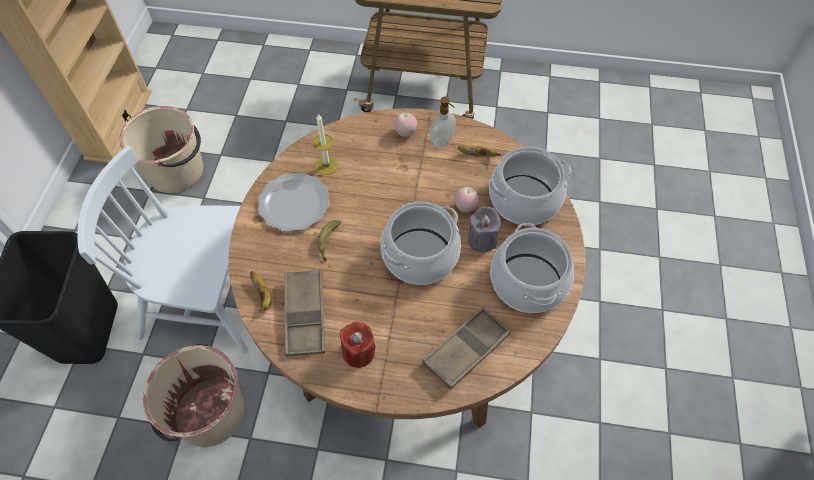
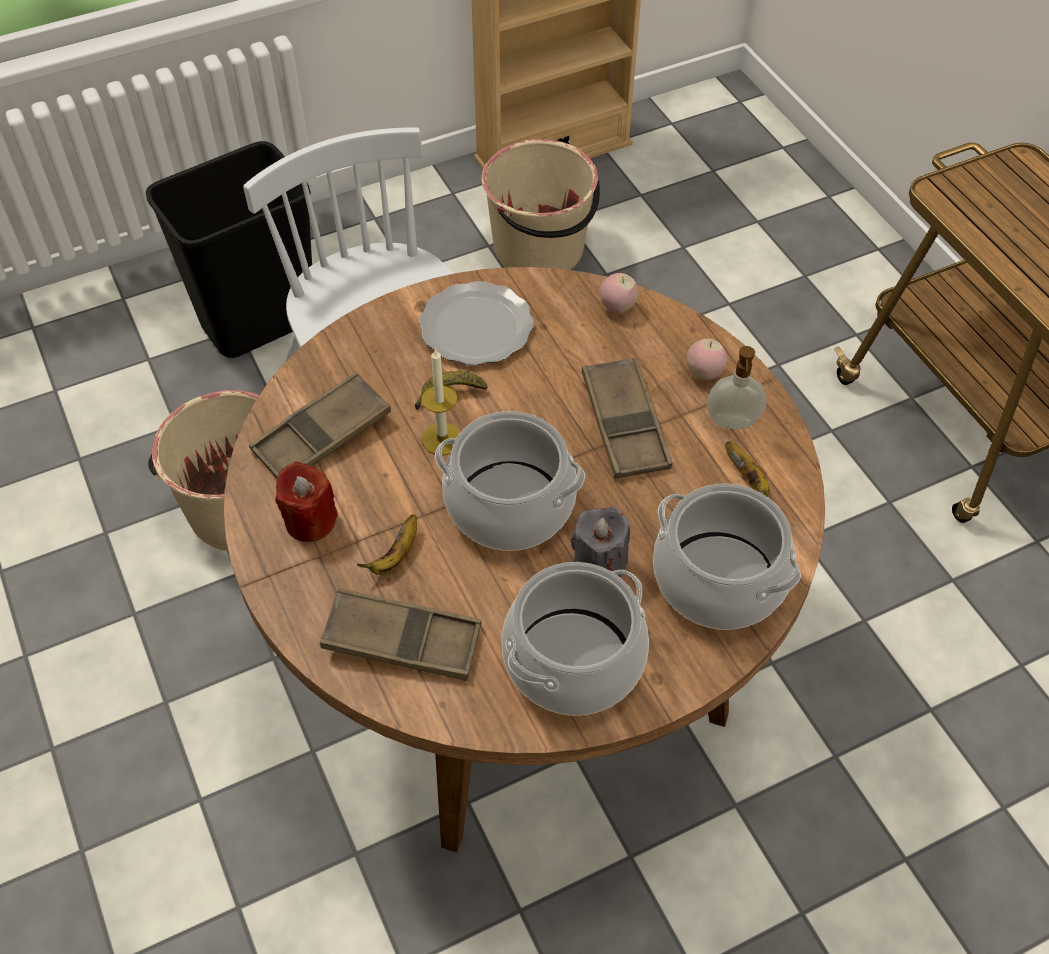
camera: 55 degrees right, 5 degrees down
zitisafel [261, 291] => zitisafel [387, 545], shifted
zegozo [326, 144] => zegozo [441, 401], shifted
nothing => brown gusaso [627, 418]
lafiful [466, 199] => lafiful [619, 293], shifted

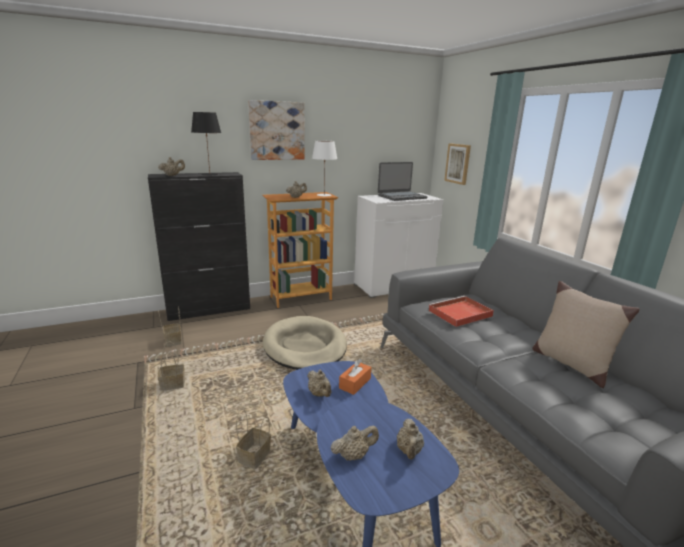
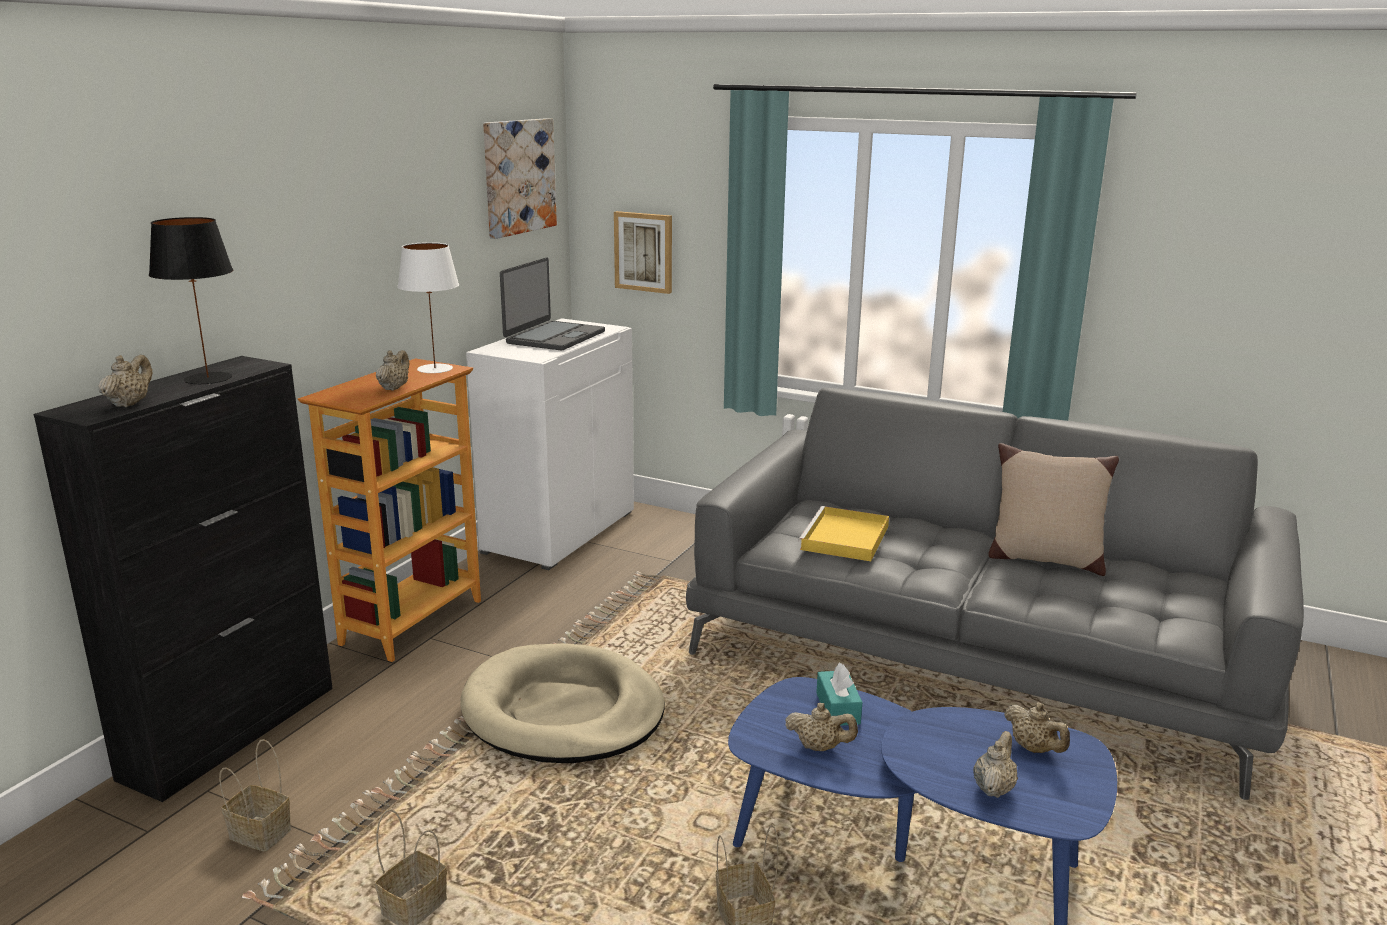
camera: 40 degrees left, 0 degrees up
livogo [276, 130] => livogo [520, 178], shifted
red gusaso [461, 311] => yellow gusaso [843, 533]
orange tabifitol [355, 377] => turquoise tabifitol [839, 694]

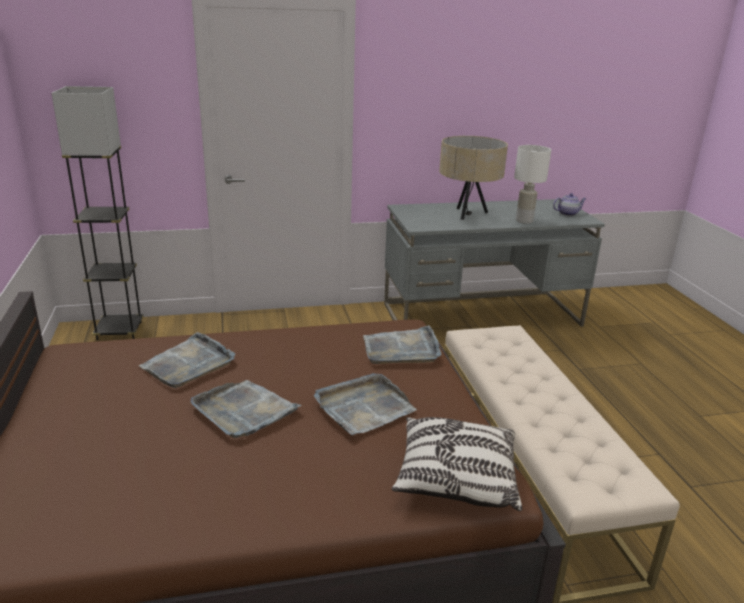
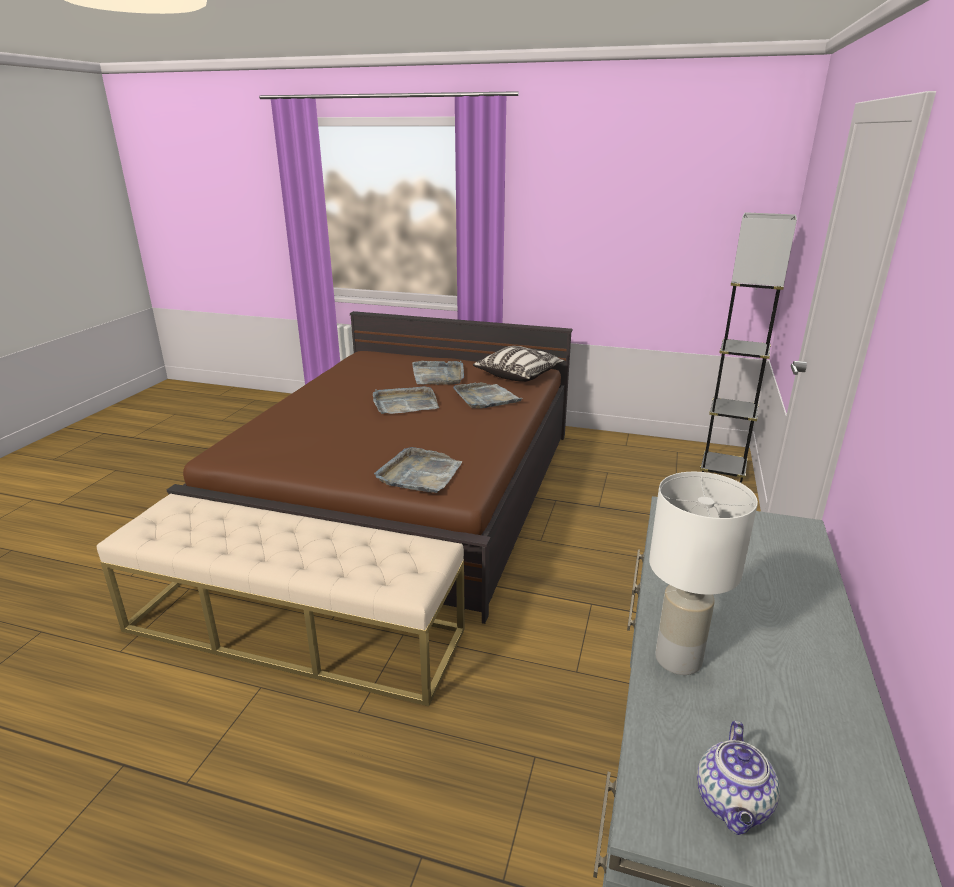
camera: 120 degrees right, 0 degrees up
grey gusaso [365, 404] => grey gusaso [438, 373], shifted
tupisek [457, 464] => tupisek [518, 364], shifted
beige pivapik [473, 178] => nothing

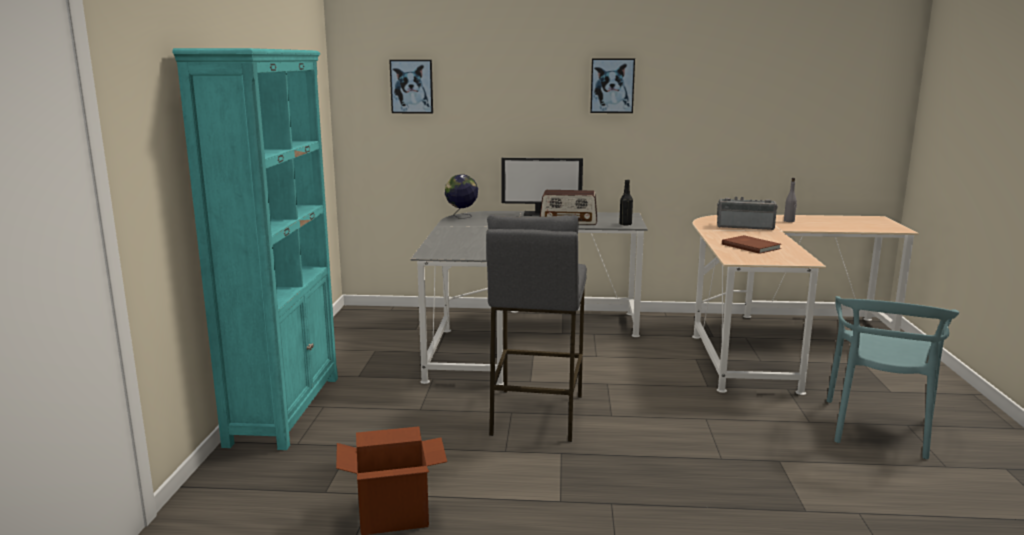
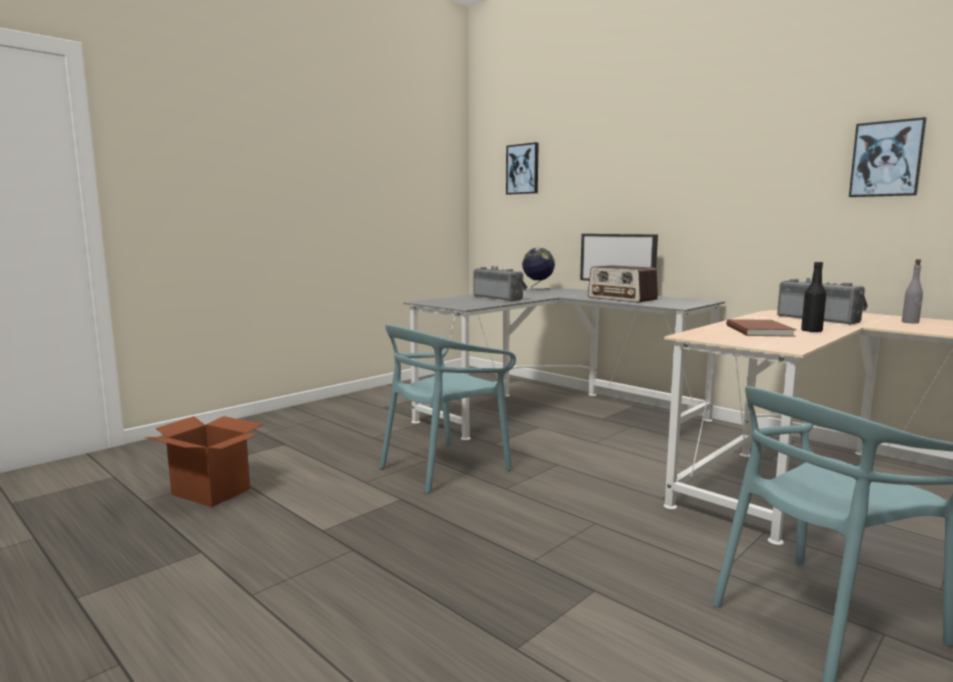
camera: 40 degrees right, 5 degrees down
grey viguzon [536, 328] => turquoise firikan [448, 408]
nothing => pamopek [500, 283]
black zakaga [626, 202] => black zakaga [813, 297], shifted
livogo [612, 85] => livogo [888, 157], shifted
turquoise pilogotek [255, 249] => nothing

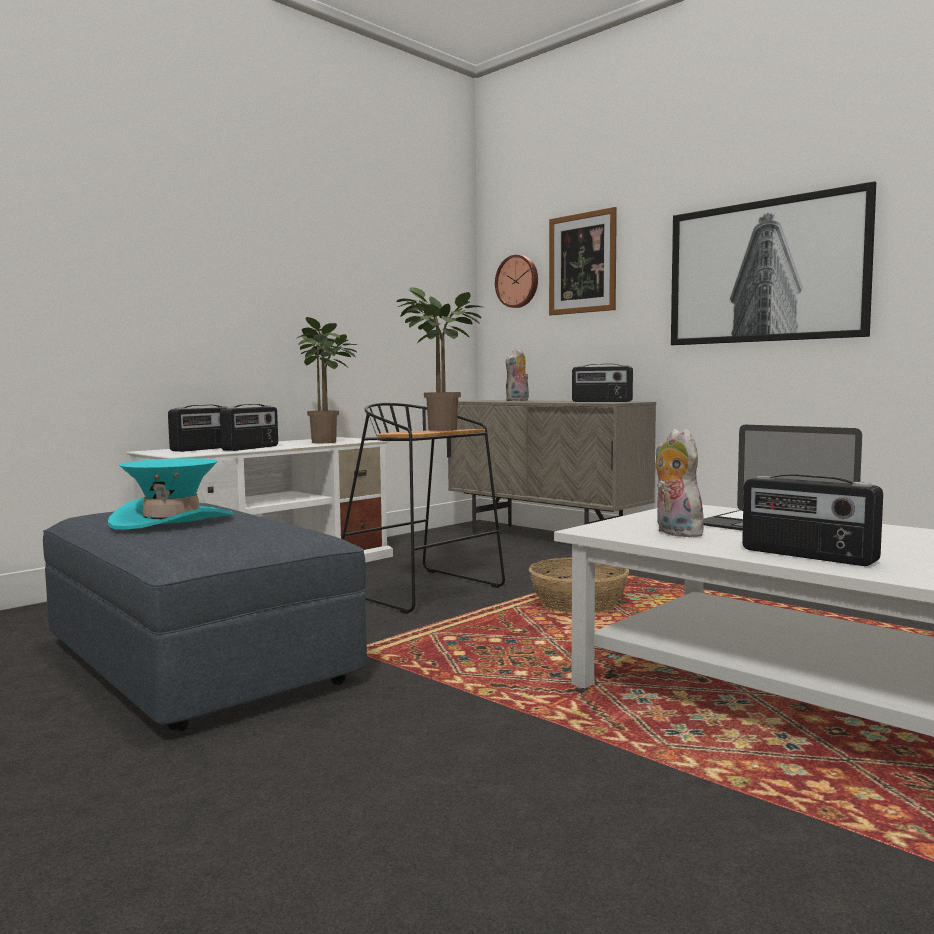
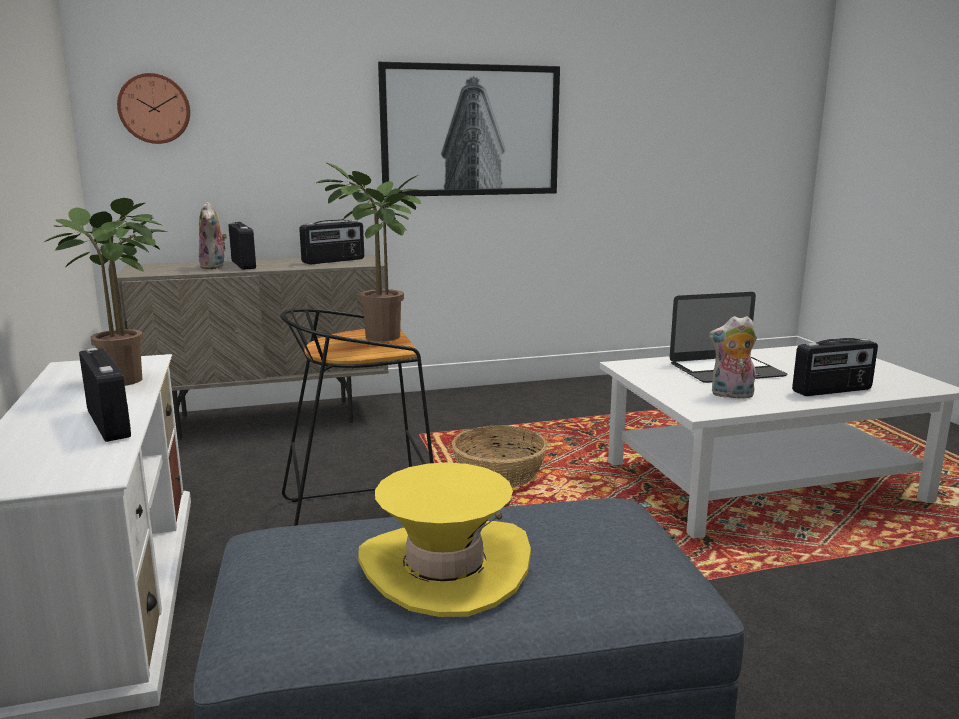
camera: 60 degrees left, 10 degrees up
pamopek [198, 428] => pamopek [242, 246], shifted
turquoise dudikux [170, 493] => yellow dudikux [444, 539]
livogo [583, 261] => nothing

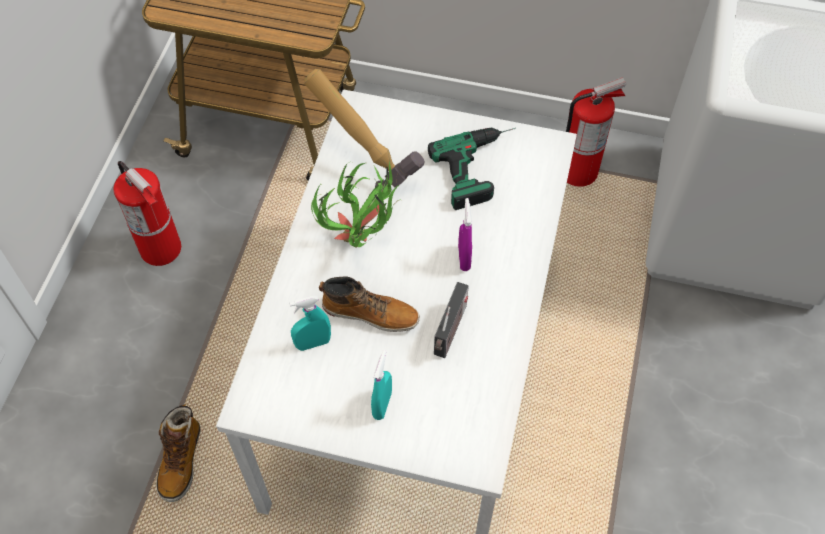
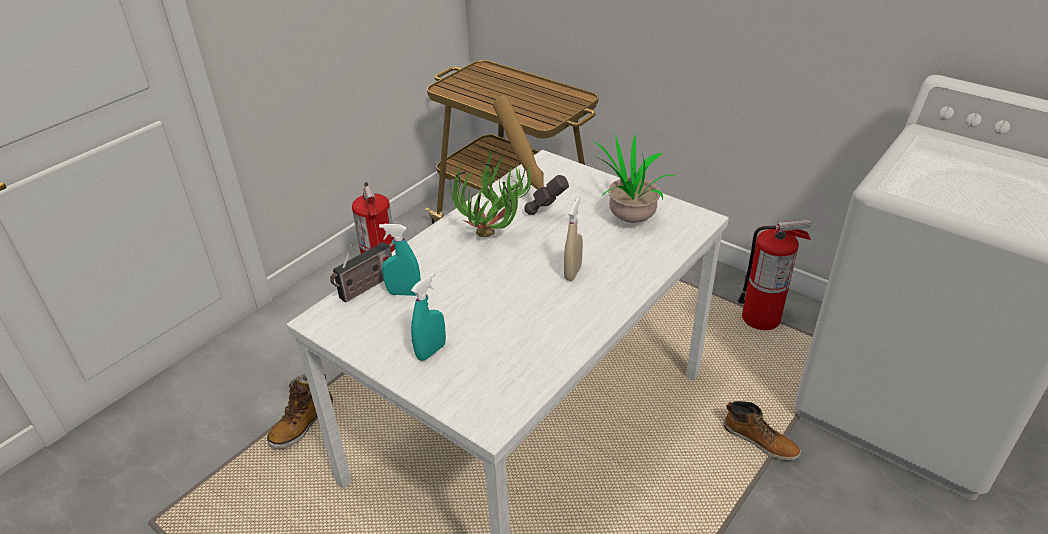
camera: 25 degrees right, 20 degrees down
pamopek [451, 320] => pamopek [361, 272], shifted
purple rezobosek [465, 234] => beige rezobosek [573, 239]
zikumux [472, 169] => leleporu [634, 178]
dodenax [369, 304] => dodenax [762, 431], shifted

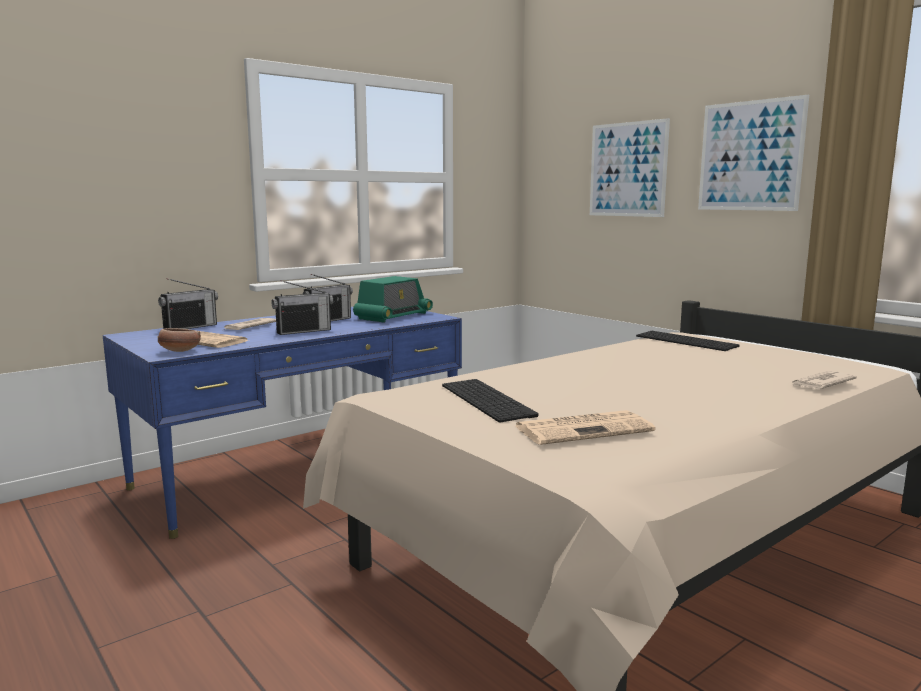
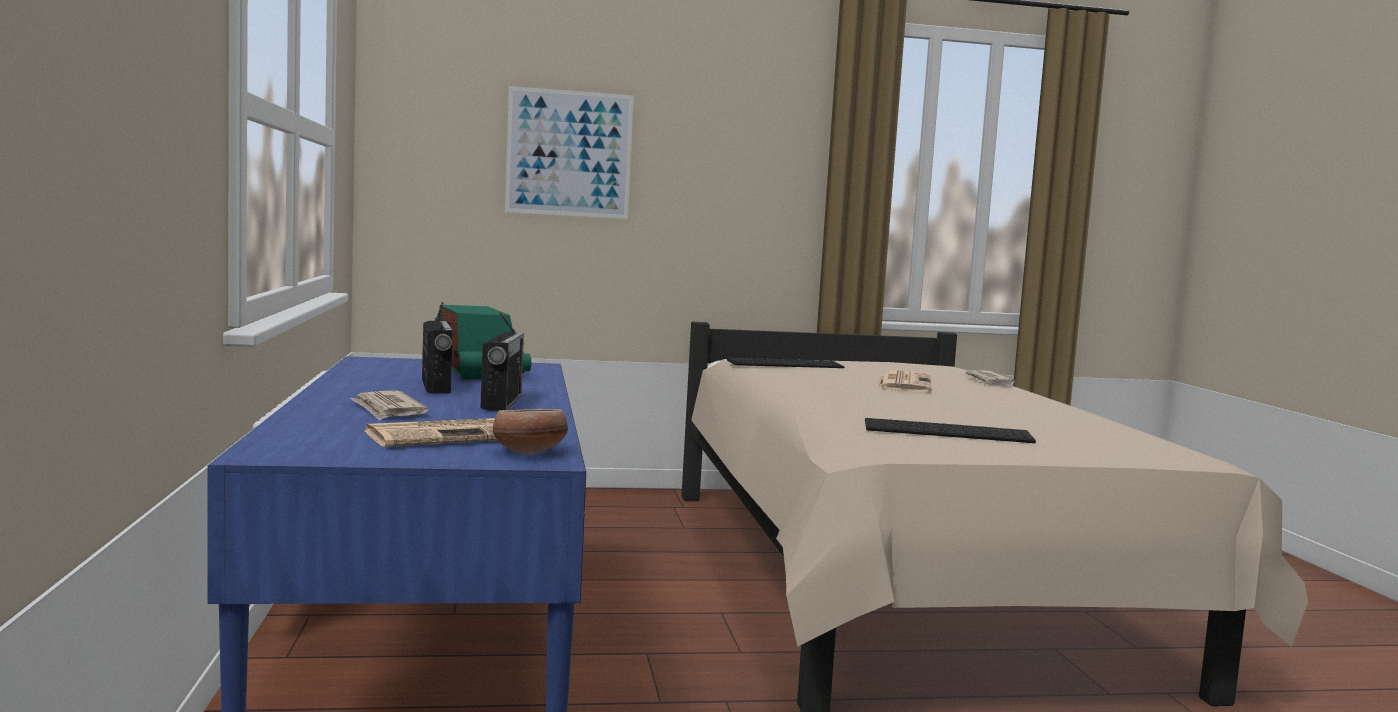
camera: 60 degrees left, 5 degrees down
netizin [585, 427] => netizin [904, 381], shifted
pamopek [188, 303] => nothing
livogo [753, 153] => nothing

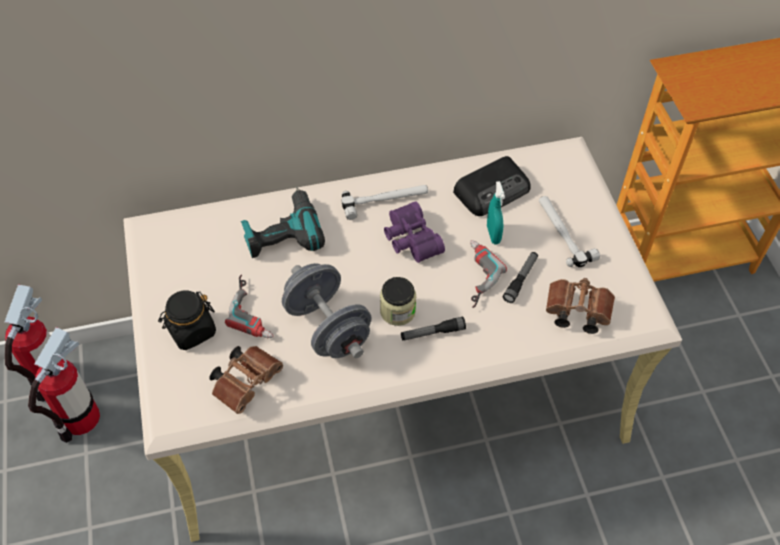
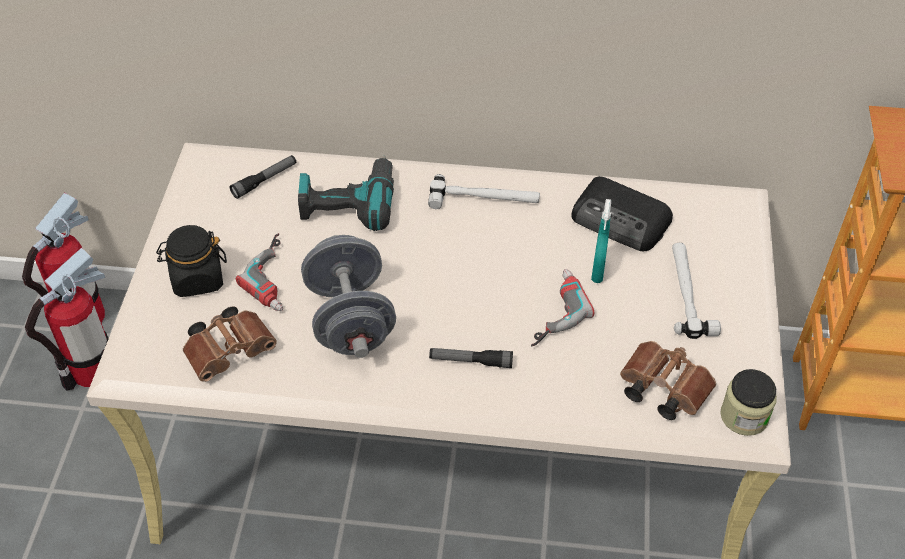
camera: 20 degrees right, 5 degrees down
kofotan [520, 277] => kofotan [263, 177], shifted
pamopek [492, 186] => pamopek [622, 213], 45 degrees clockwise
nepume [398, 301] => nepume [748, 402], shifted
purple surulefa [414, 232] => nothing

